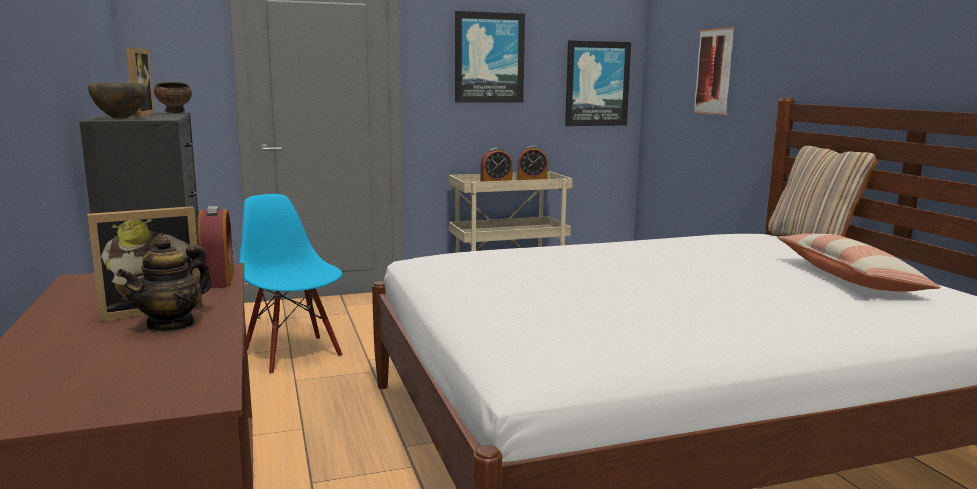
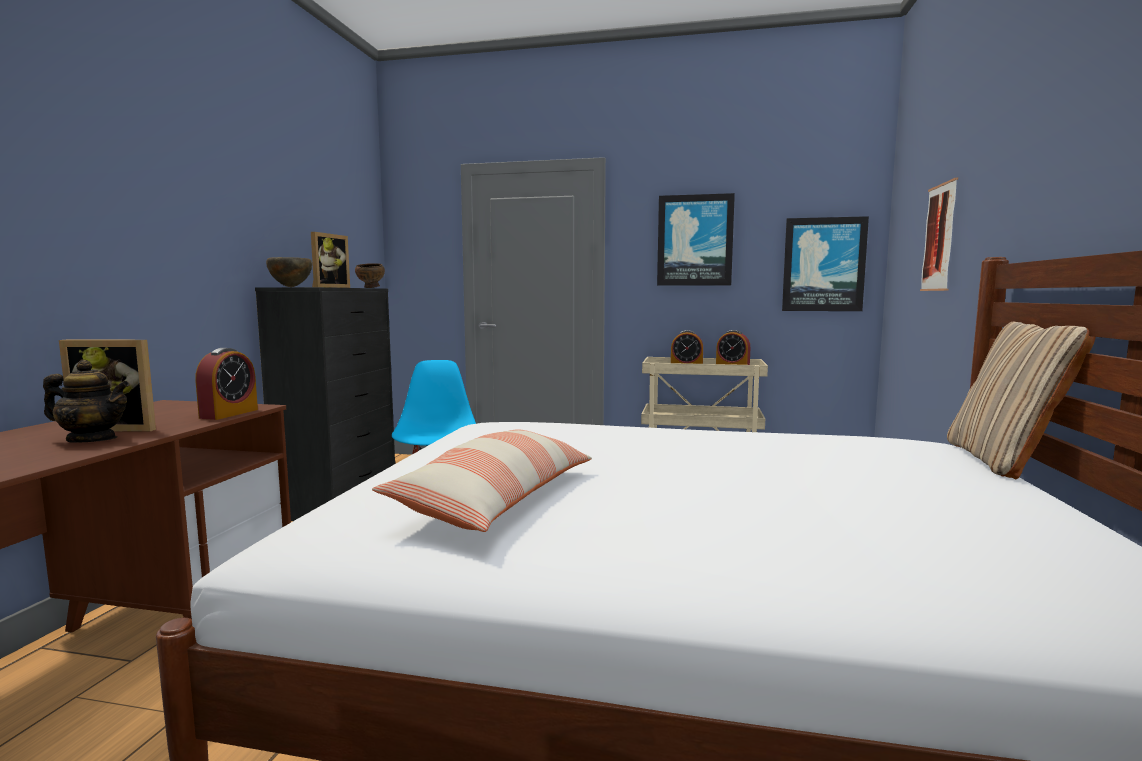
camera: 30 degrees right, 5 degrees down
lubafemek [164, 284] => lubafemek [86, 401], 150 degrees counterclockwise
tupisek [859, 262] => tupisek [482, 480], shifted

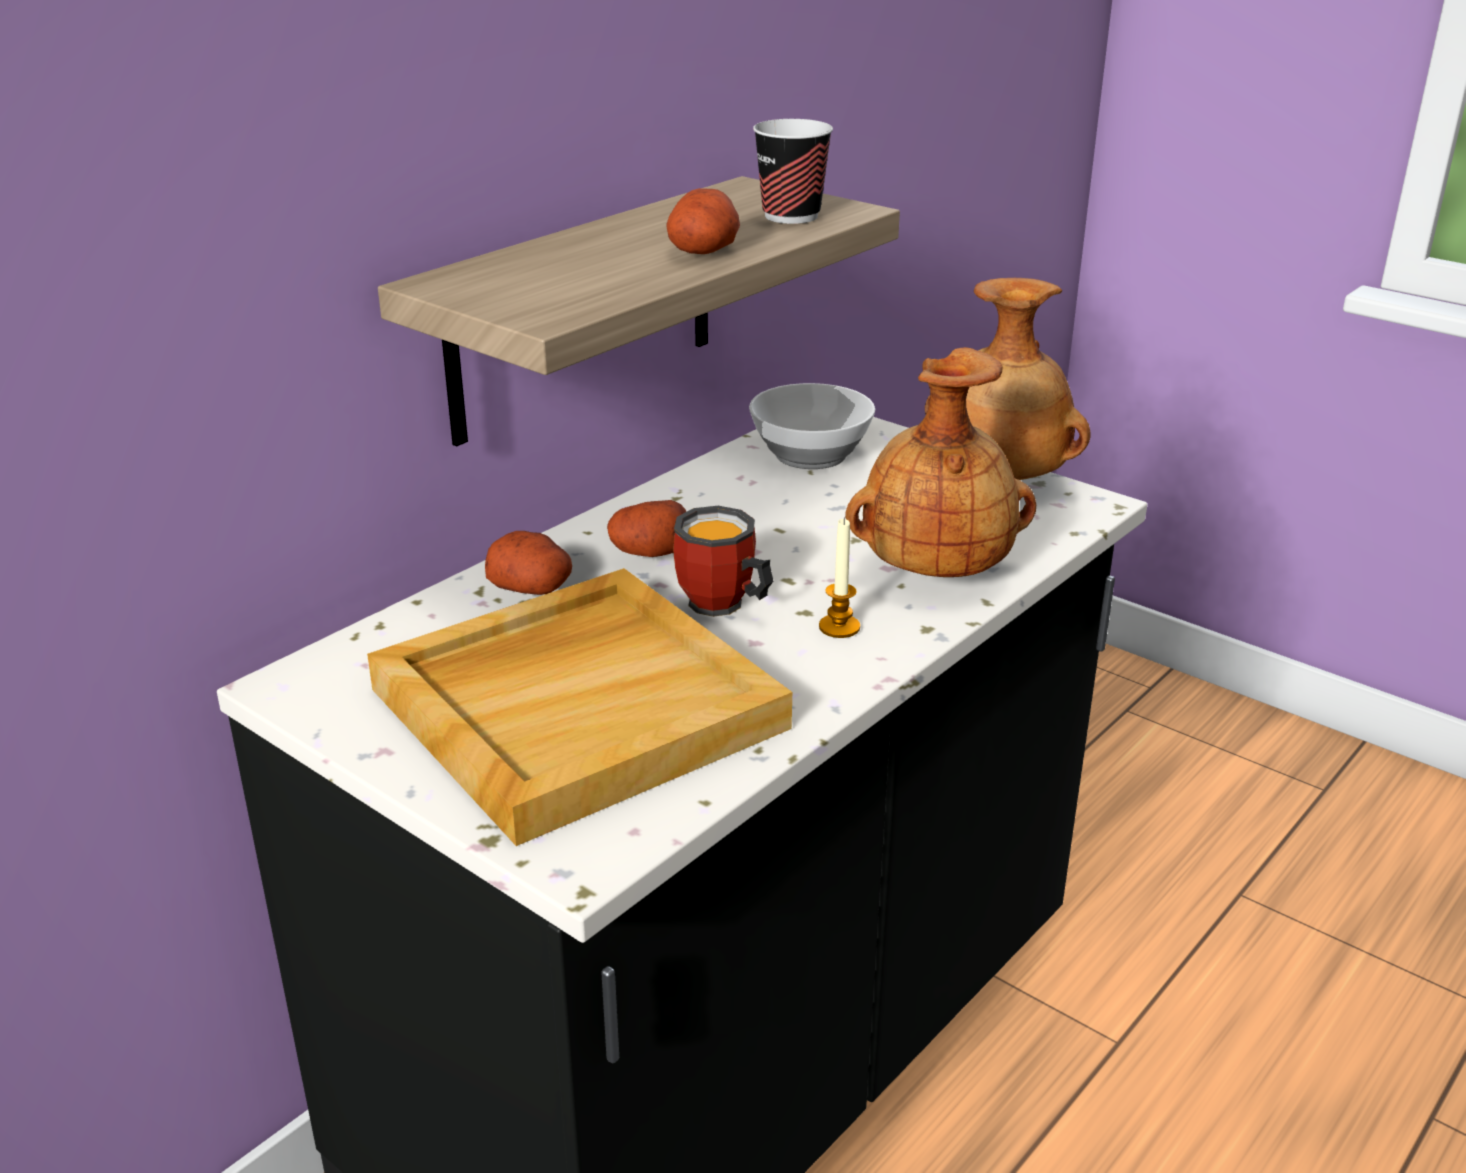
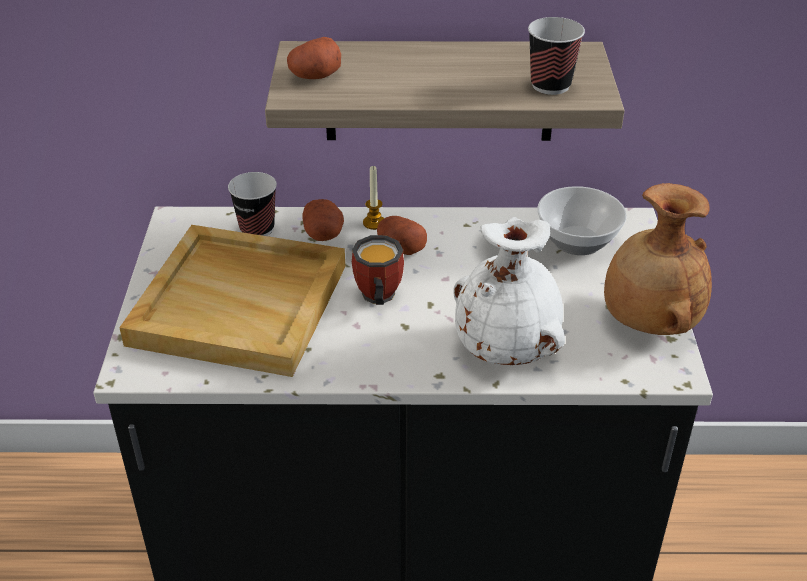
camera: 50 degrees right, 10 degrees up
nothing => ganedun [252, 204]
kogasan [703, 221] => kogasan [314, 58], shifted
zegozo [839, 578] => zegozo [373, 198], shifted
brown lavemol [940, 462] => white lavemol [509, 291]

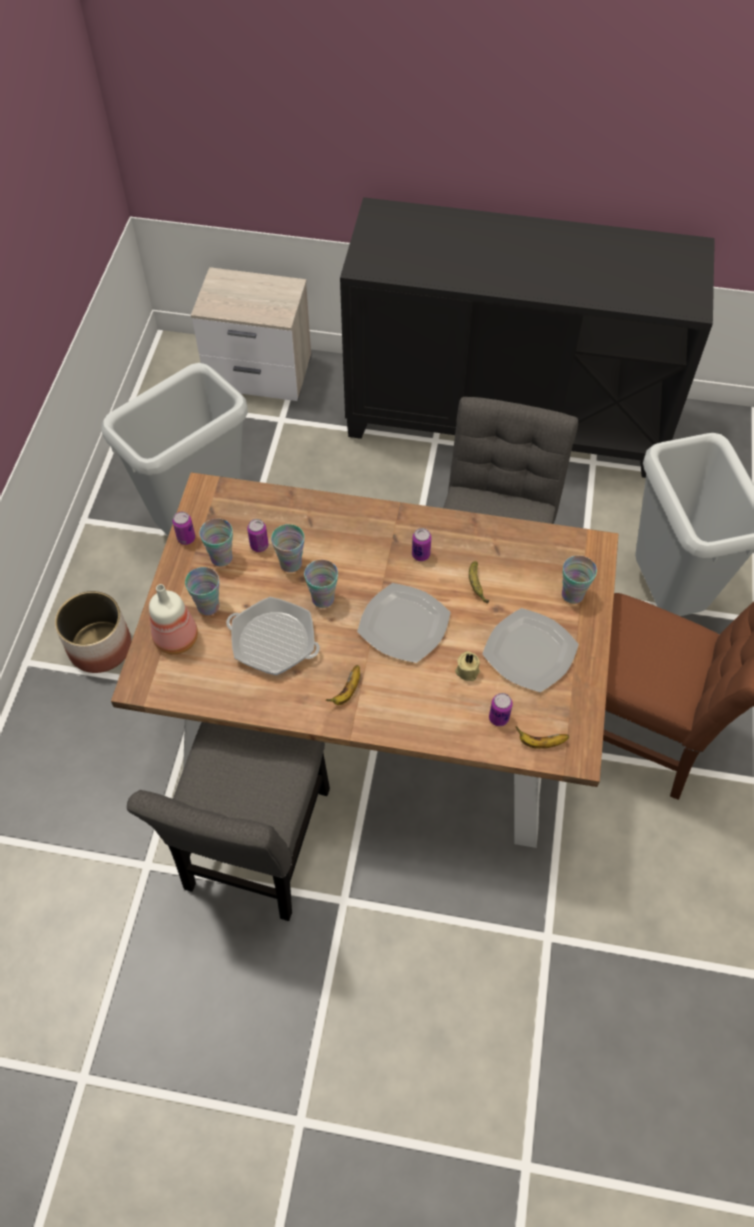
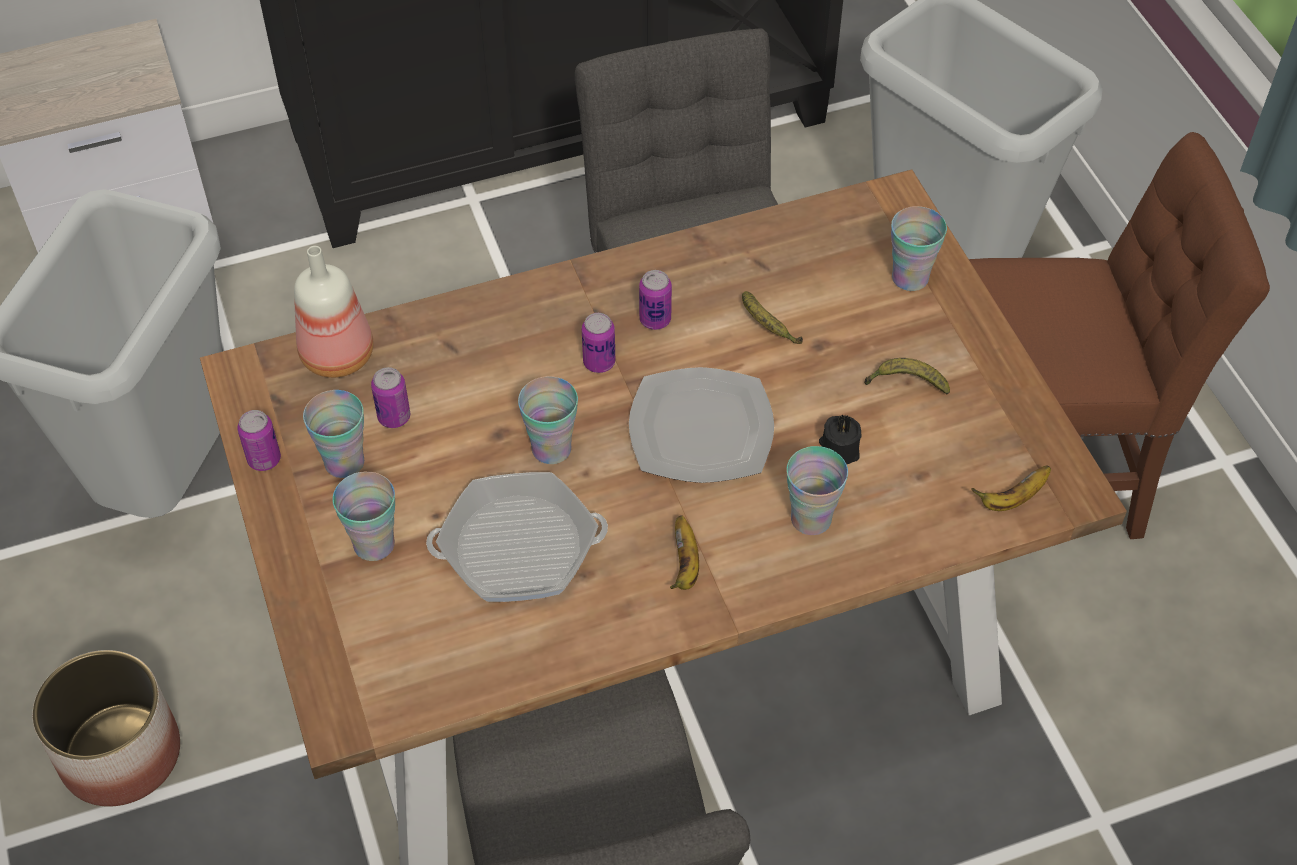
camera: 30 degrees left, 5 degrees down
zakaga [173, 619] => zakaga [334, 312], shifted
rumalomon [501, 709] => rumalomon [598, 343], shifted
ganedun [287, 548] => ganedun [817, 490], shifted
beige zegozo [467, 666] => black zegozo [840, 439]
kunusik [530, 650] => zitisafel [907, 376]

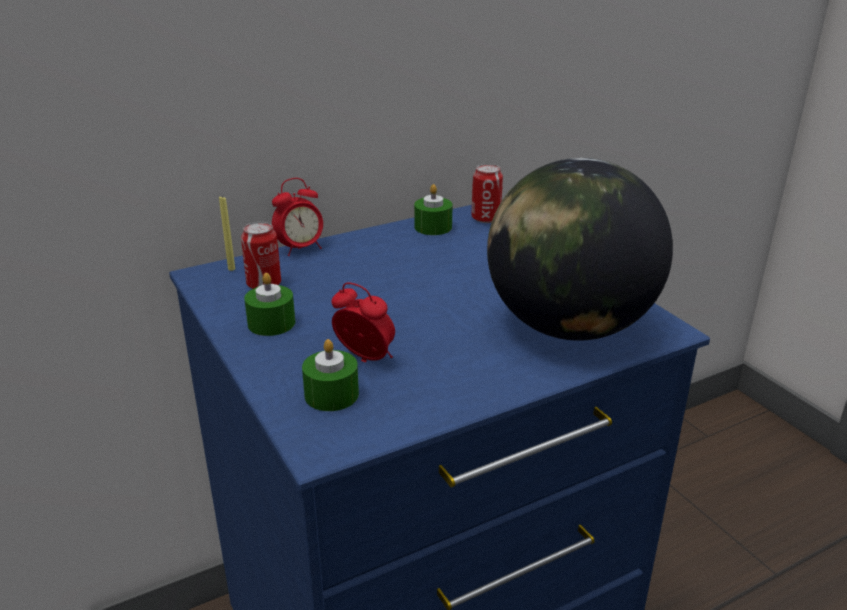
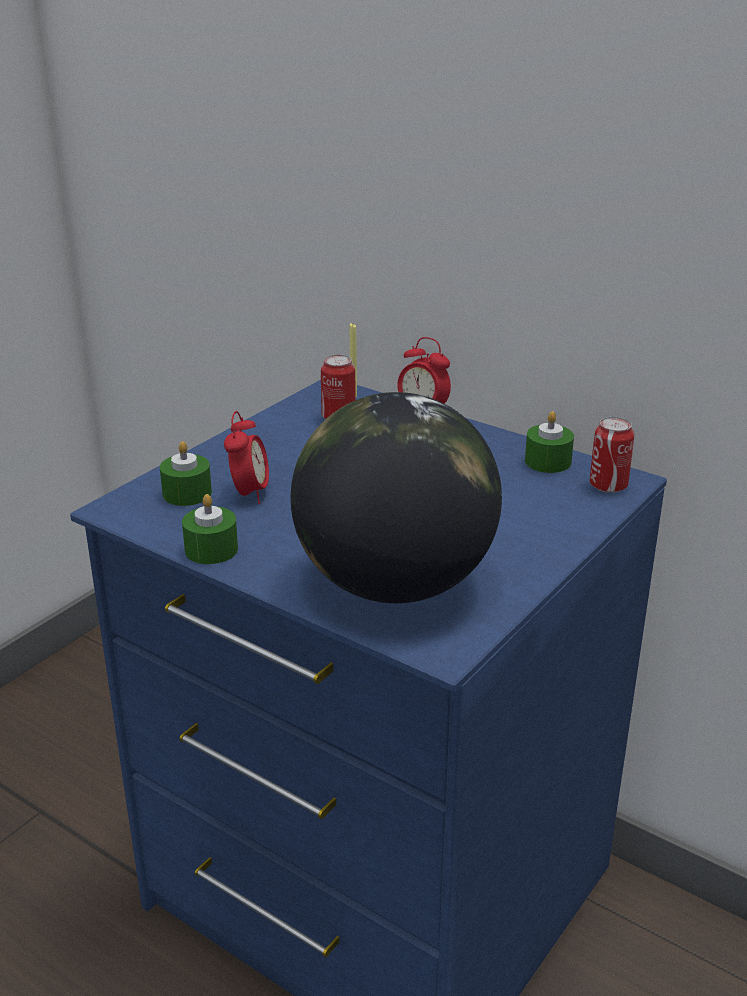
camera: 65 degrees right, 0 degrees up
green zegozo [269, 304] => green zegozo [210, 529], shifted

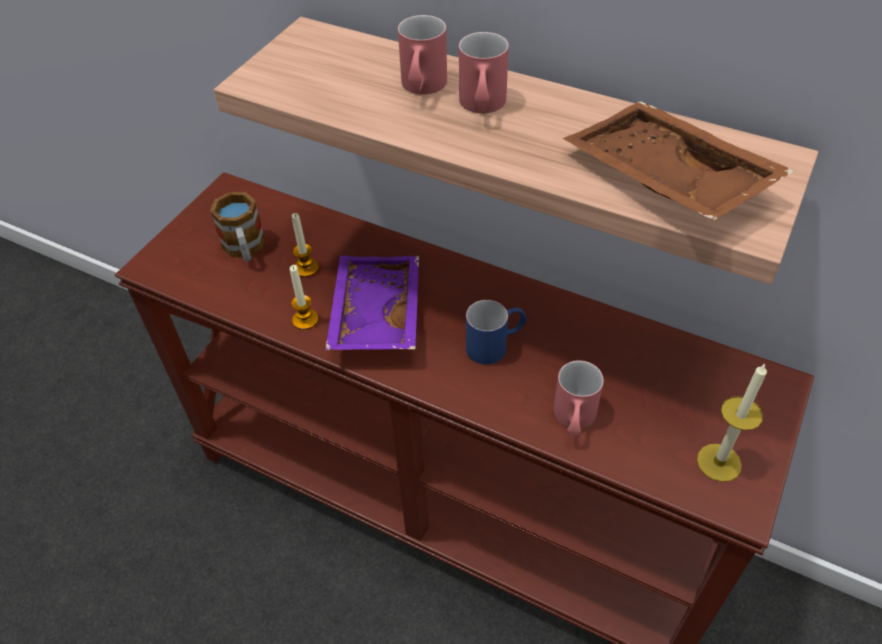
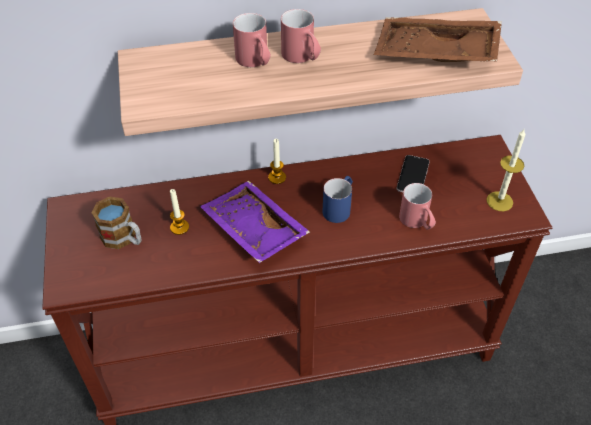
camera: 40 degrees left, 0 degrees up
zegozo [304, 297] => zegozo [277, 161], shifted
nothing => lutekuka [413, 173]

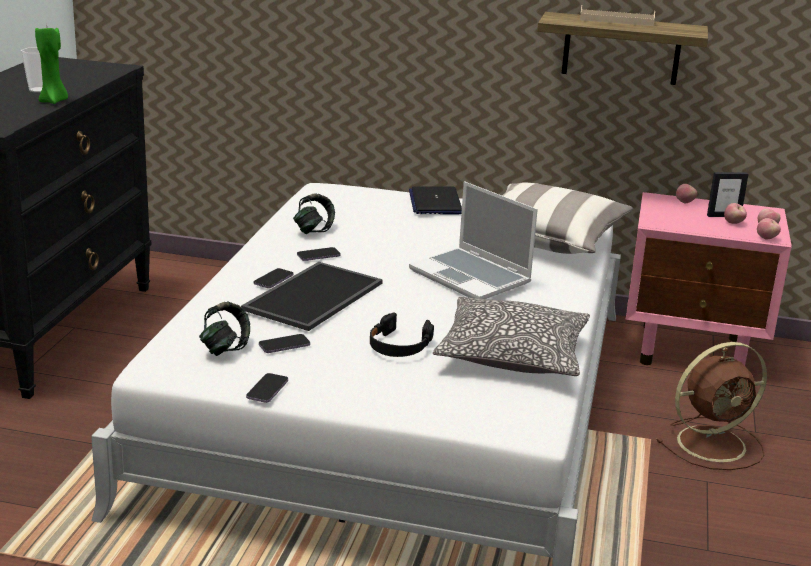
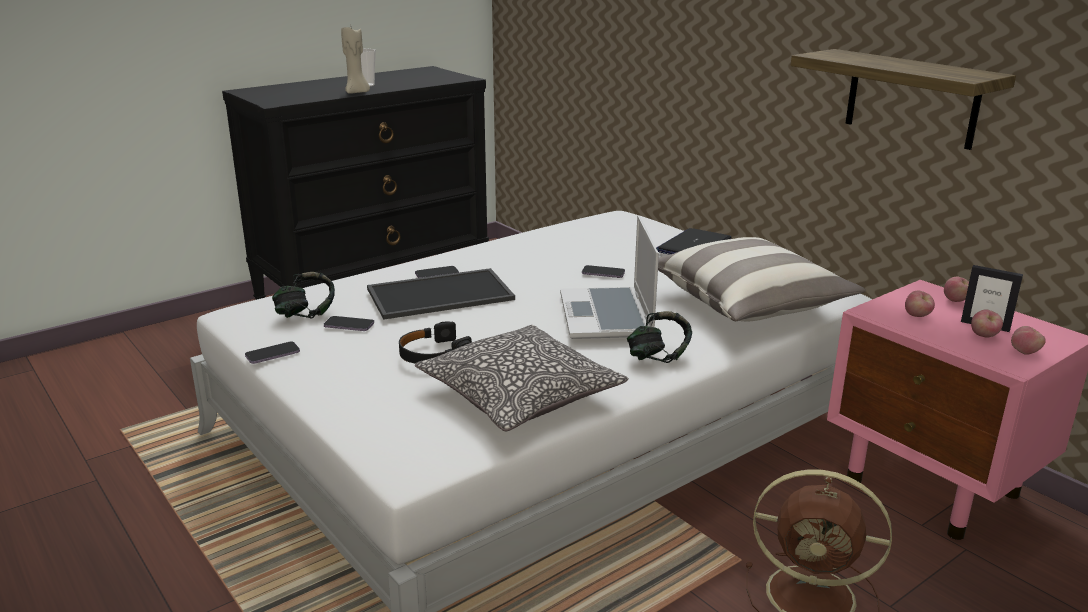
camera: 40 degrees right, 0 degrees up
green zegozo [51, 66] => beige zegozo [355, 60]
lutekuka [319, 254] => lutekuka [603, 271], shifted
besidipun [314, 213] => besidipun [659, 337], shifted
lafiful [769, 229] => lafiful [920, 304], shifted
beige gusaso [617, 16] => nothing

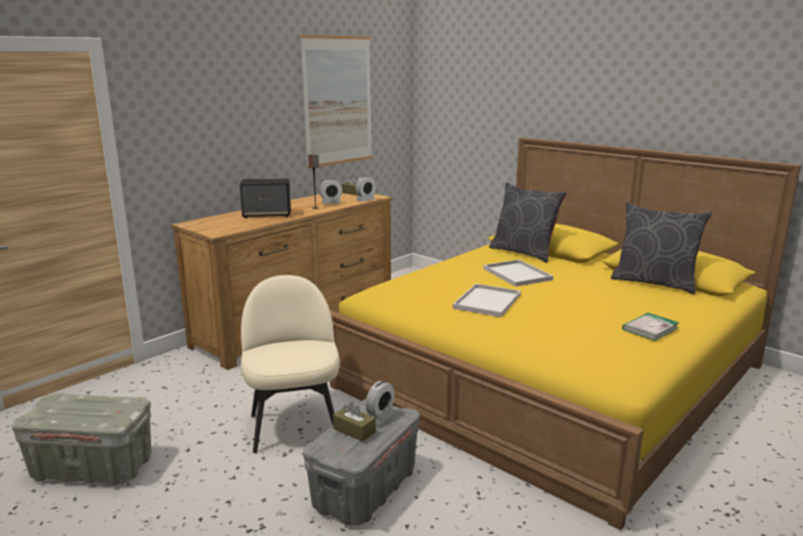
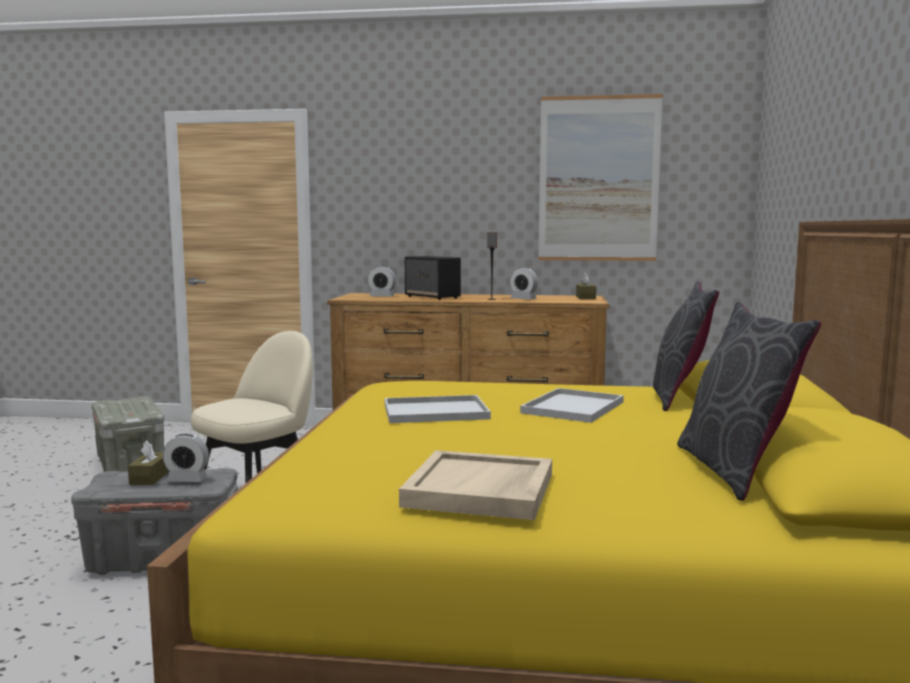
camera: 55 degrees right, 10 degrees down
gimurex [366, 189] => gimurex [381, 281], shifted
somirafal [650, 327] => beige gusaso [475, 485]

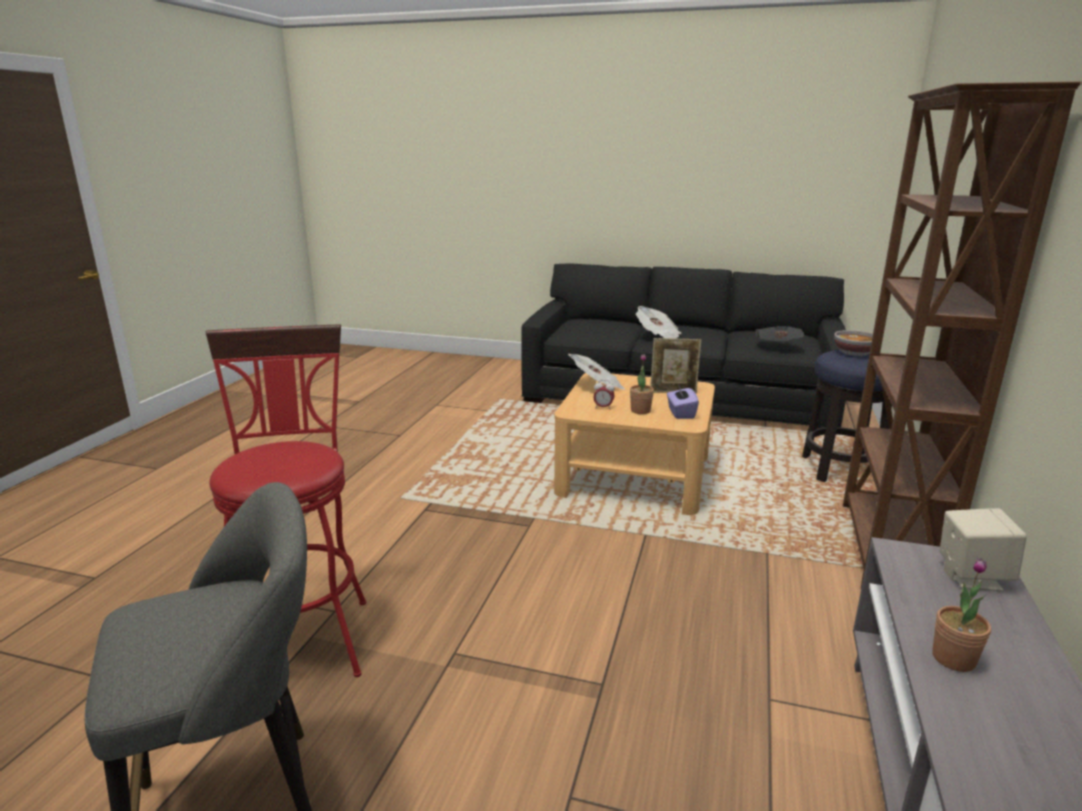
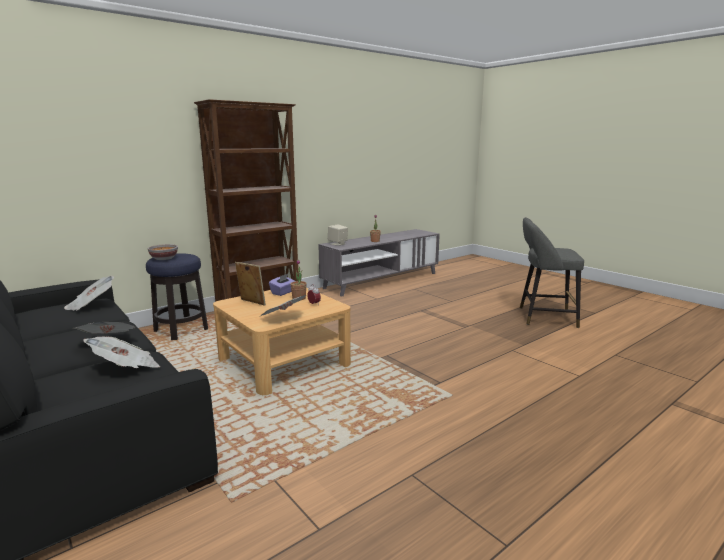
camera: 145 degrees left, 5 degrees down
nothing => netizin [122, 352]
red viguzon [286, 500] => nothing

